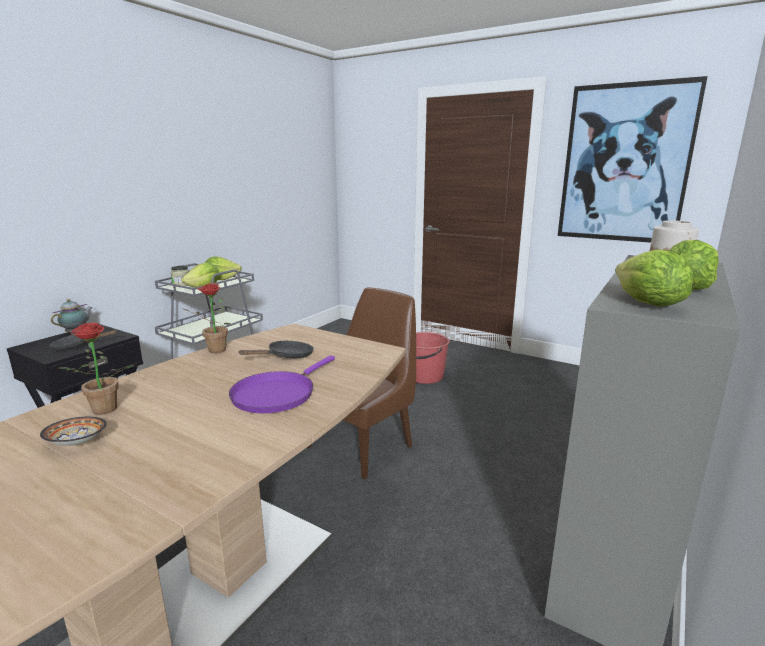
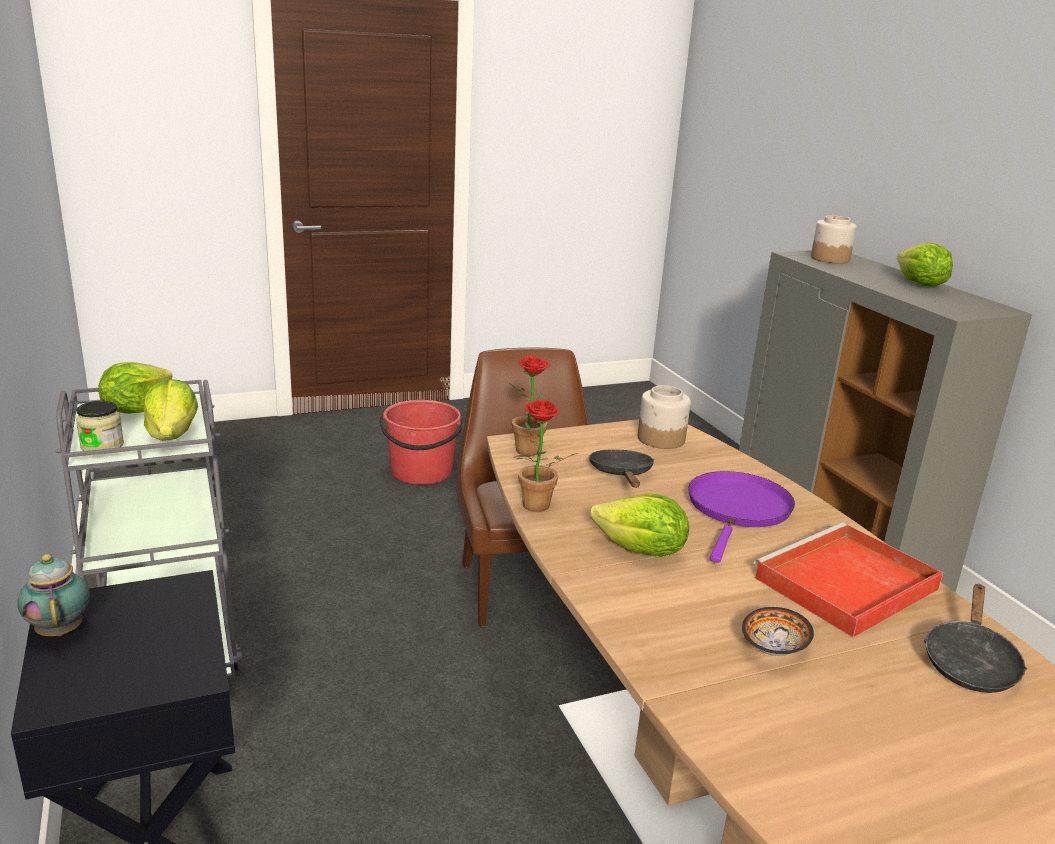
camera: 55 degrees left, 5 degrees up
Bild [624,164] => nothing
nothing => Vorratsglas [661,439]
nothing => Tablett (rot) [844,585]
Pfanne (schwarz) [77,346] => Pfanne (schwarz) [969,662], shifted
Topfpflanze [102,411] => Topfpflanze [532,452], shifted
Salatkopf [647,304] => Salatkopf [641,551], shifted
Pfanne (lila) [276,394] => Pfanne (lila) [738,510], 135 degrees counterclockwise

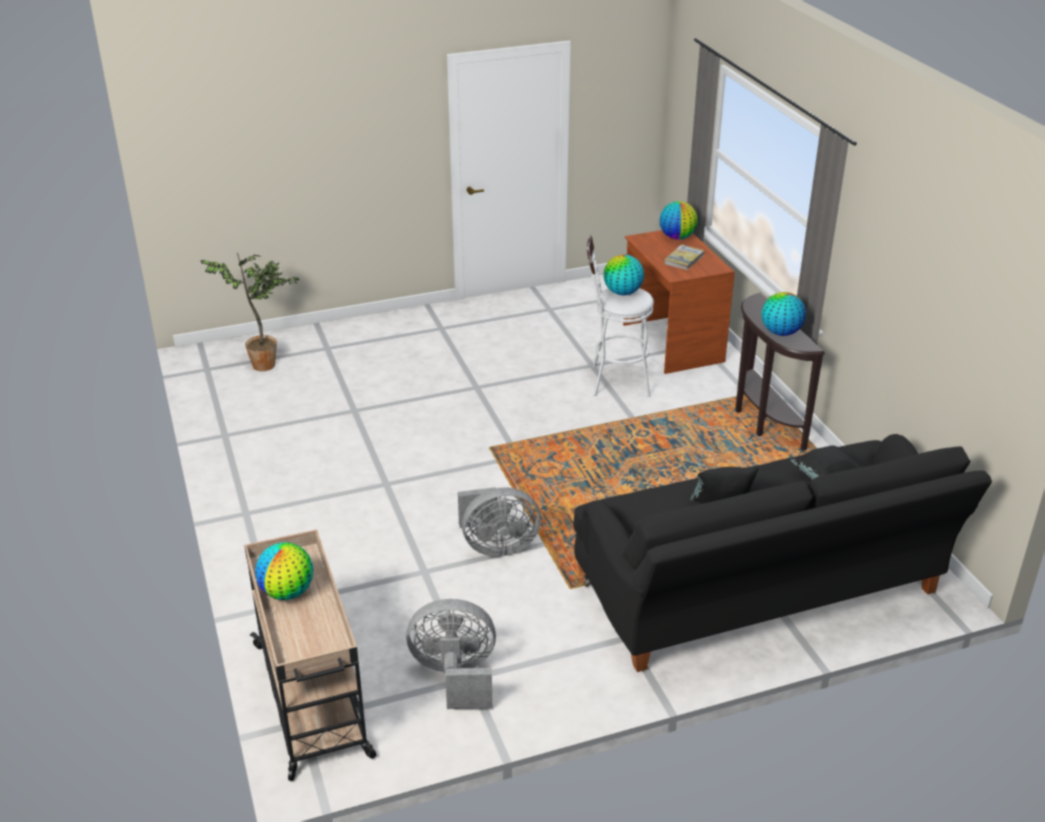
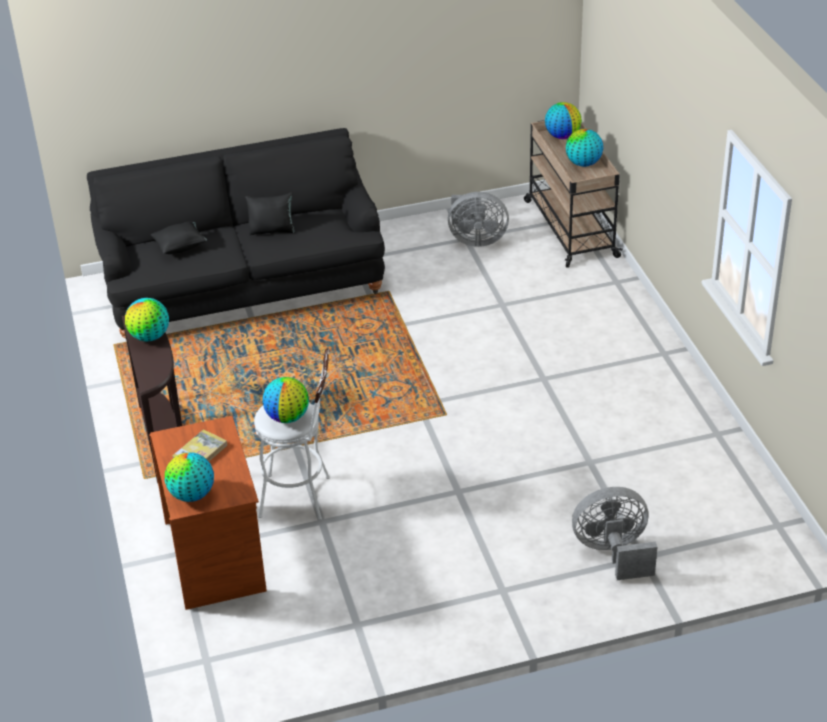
camera: 175 degrees left, 5 degrees up
Topfpflanze [267,364] => nothing
nothing => Globus [562,136]
Ventilator (grau) [497,546] => Ventilator (grau) [613,552], shifted

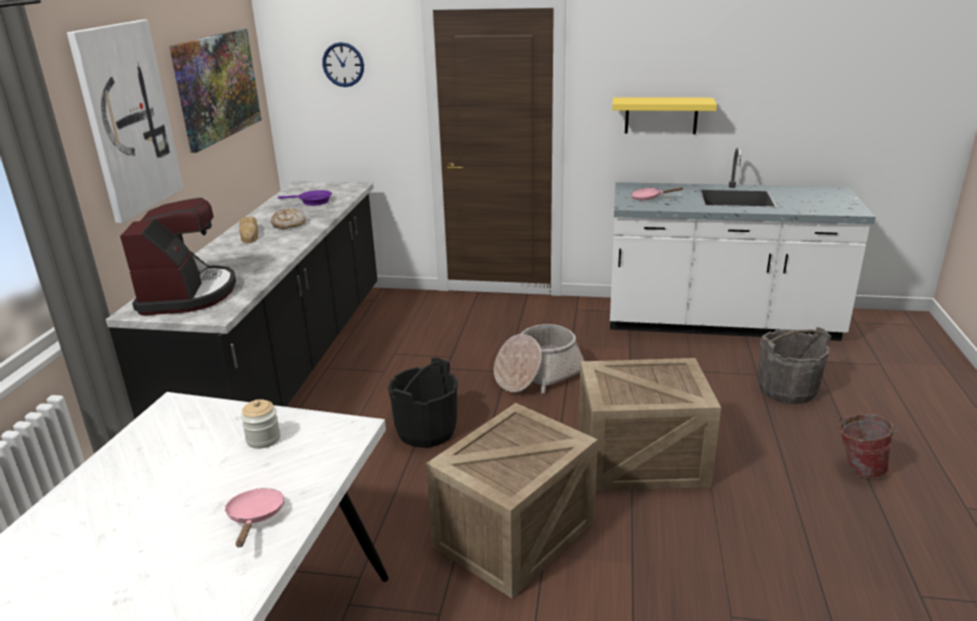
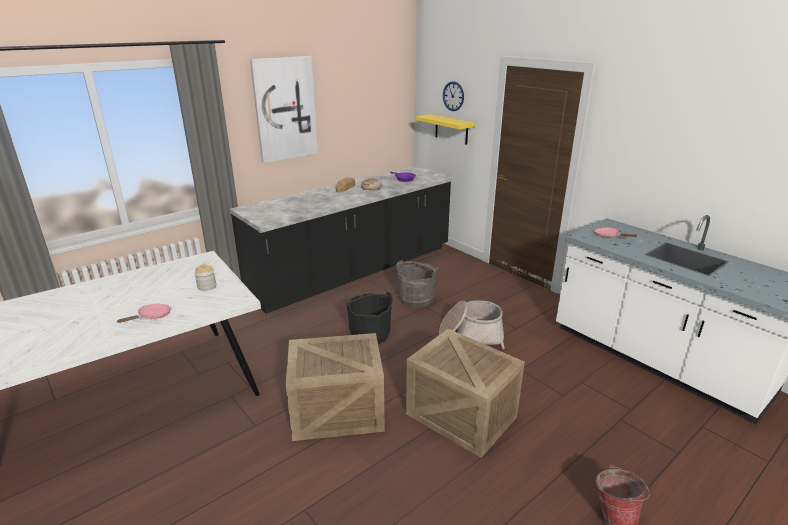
camera: 40 degrees right, 0 degrees up
Kaffeemaschine [188,294] => nothing
Bild [217,87] => nothing
Wandregal (gelb) [661,115] => Wandregal (gelb) [451,129], shifted
Eimer (grau) [787,390] => Eimer (grau) [416,299], shifted

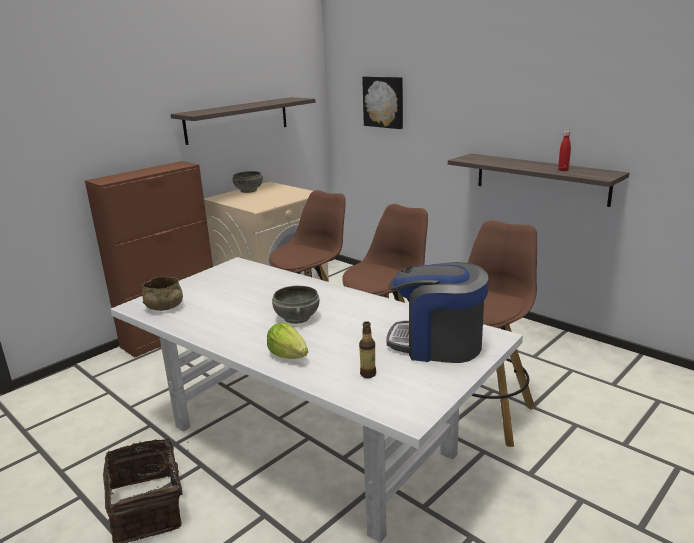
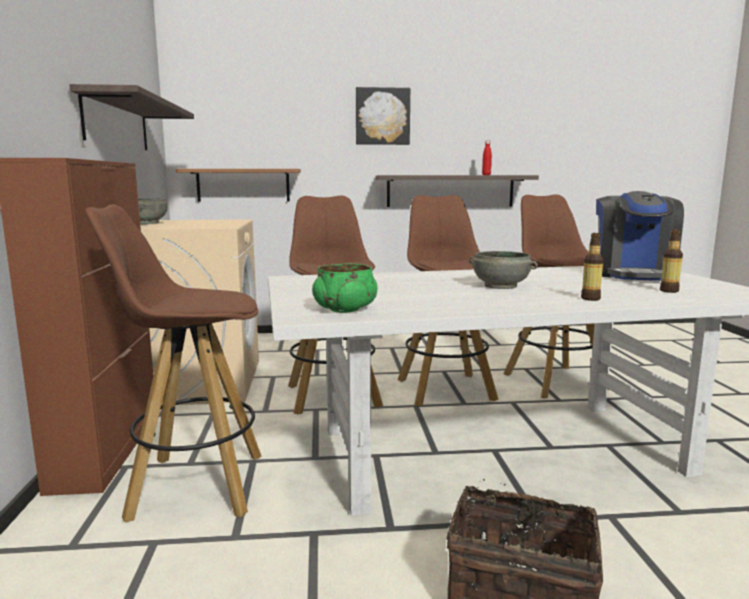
camera: 50 degrees left, 10 degrees down
nothing => Hocker (braun) [195,486]
nothing => Wandregal [243,185]
Bild [384,102] => Bild [382,116], shifted
Salatkopf [288,355] => Flasche [590,299]
Schüssel (beige) [165,307] => Schüssel (grün) [345,309]
Kaffeemaschine [437,344] => Kaffeemaschine [633,274], 45 degrees counterclockwise

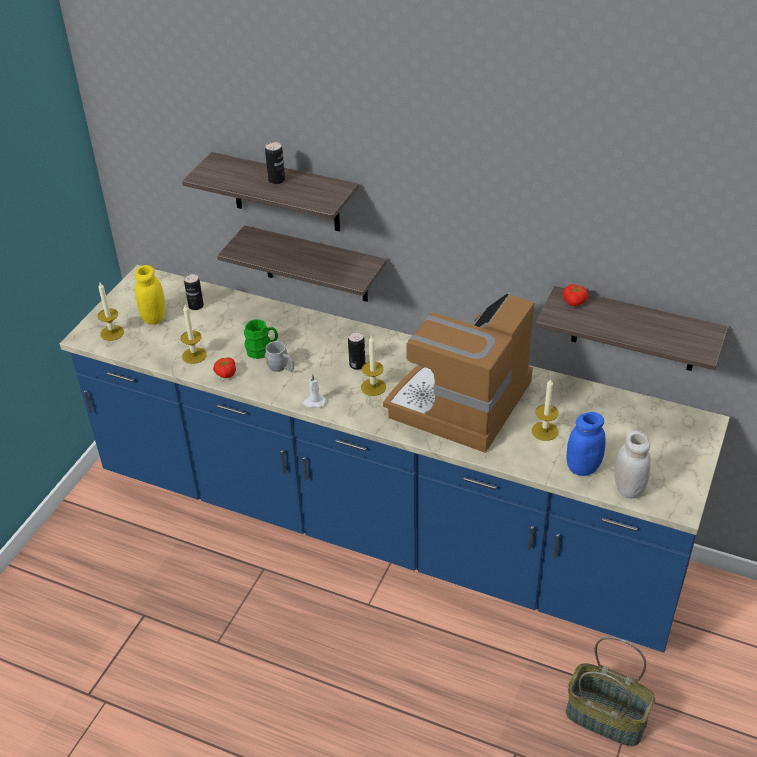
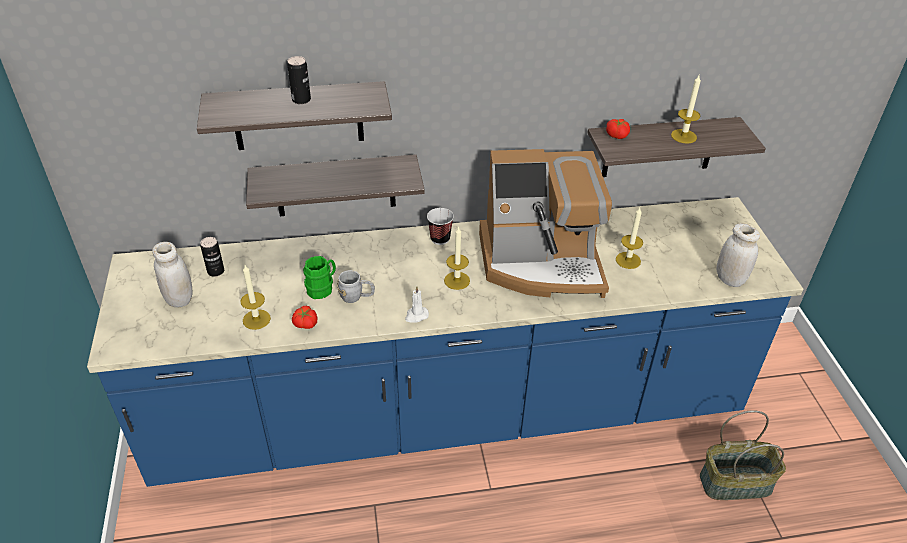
camera: 35 degrees left, 0 degrees up
Dose [357,365] => nothing
Vorratsglas (blau) [582,467] => nothing
nothing => Tasse [440,239]
Kerze [112,333] => Kerze [683,136], shifted
Vorratsglas (gelb) [154,318] => Vorratsglas (weiß) [179,299]
Kaffeemaschine [461,401] => Kaffeemaschine [541,263], 90 degrees counterclockwise

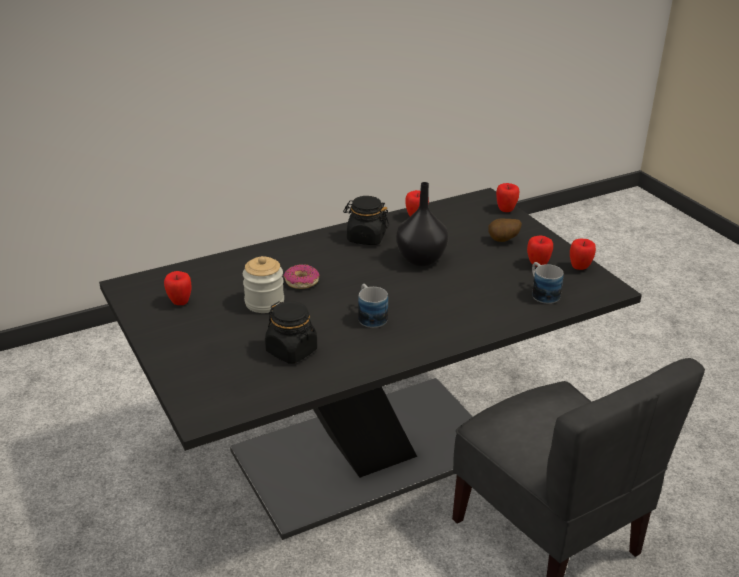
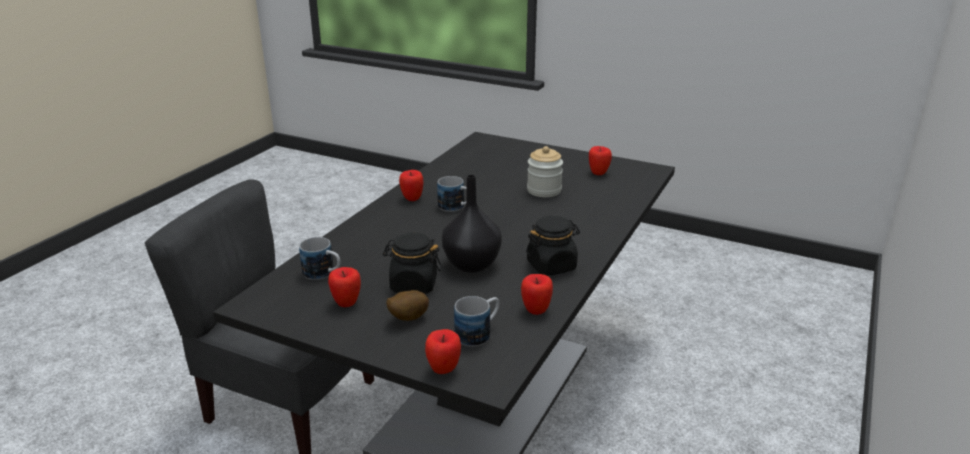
camera: 145 degrees right, 5 degrees down
Donut [301,282] => nothing
nothing => Henkelbecher [478,333]
Vorratsglas (schwarz) [292,351] => Vorratsglas (schwarz) [413,284], shifted
Apfel [579,268] => Apfel [412,198], shifted

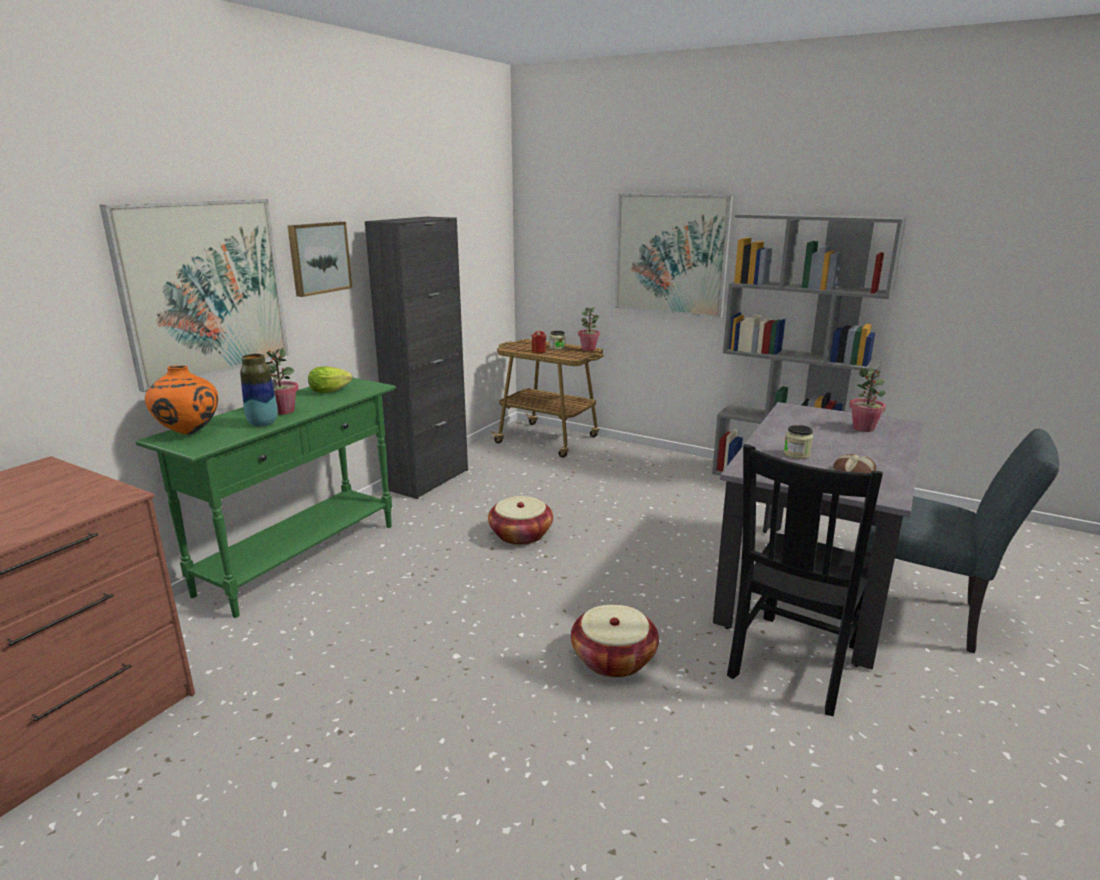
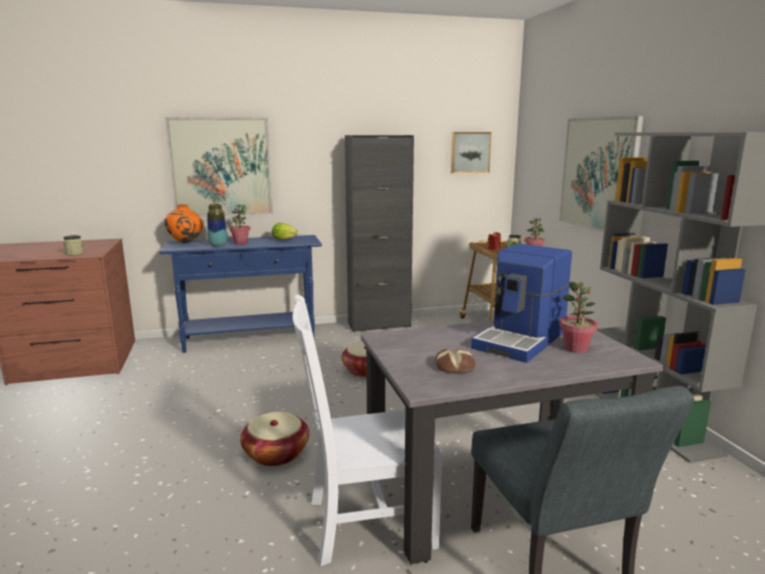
camera: 45 degrees right, 5 degrees down
nothing => Kaffeemaschine [521,340]
Bild [318,258] => Bild [470,152], shifted
Vorratsglas [797,454] => Vorratsglas [74,253], shifted
Konsolentisch (grün) [301,558] => Konsolentisch (blau) [250,339]
Stuhl (schwarz) [793,664] => Stuhl (weiß) [366,523]

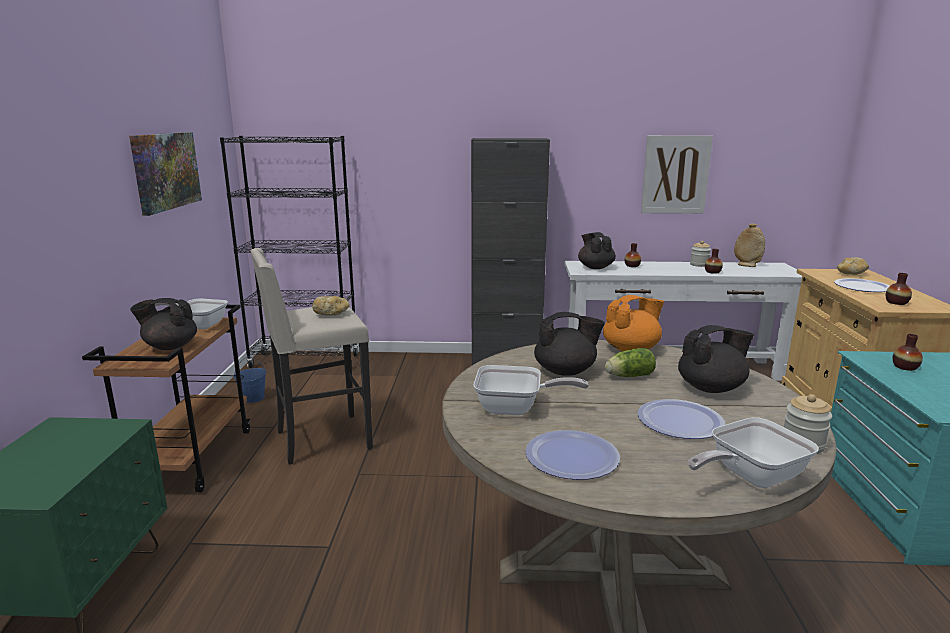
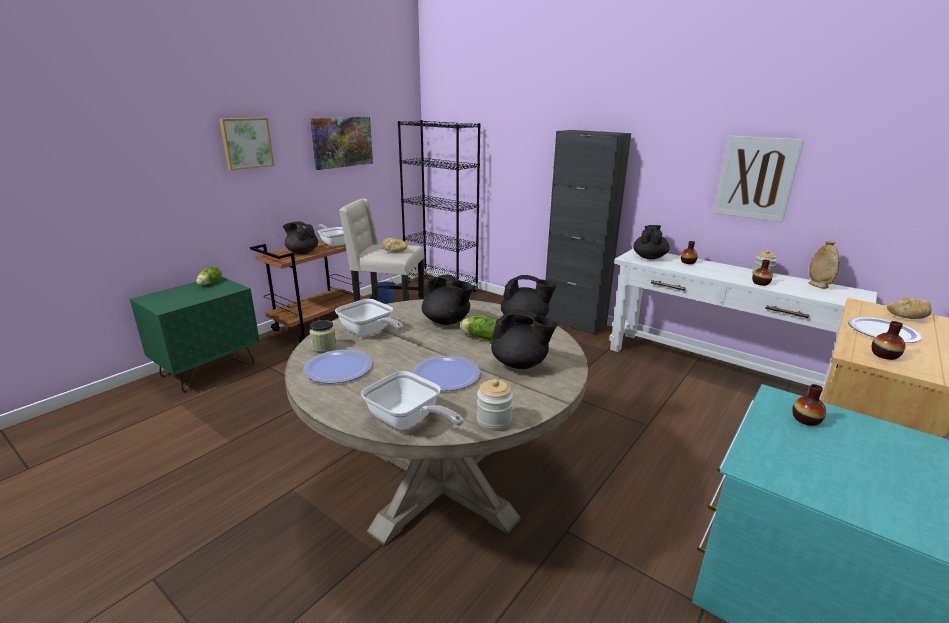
camera: 35 degrees right, 5 degrees up
nothing => Salatkopf [209,284]
nothing => Bild [246,143]
nothing => Vorratsglas [324,347]
Teekanne (orange) [631,349] => Teekanne (schwarz) [525,321]
Pfanne [749,477] => Pfanne [408,421], 150 degrees counterclockwise

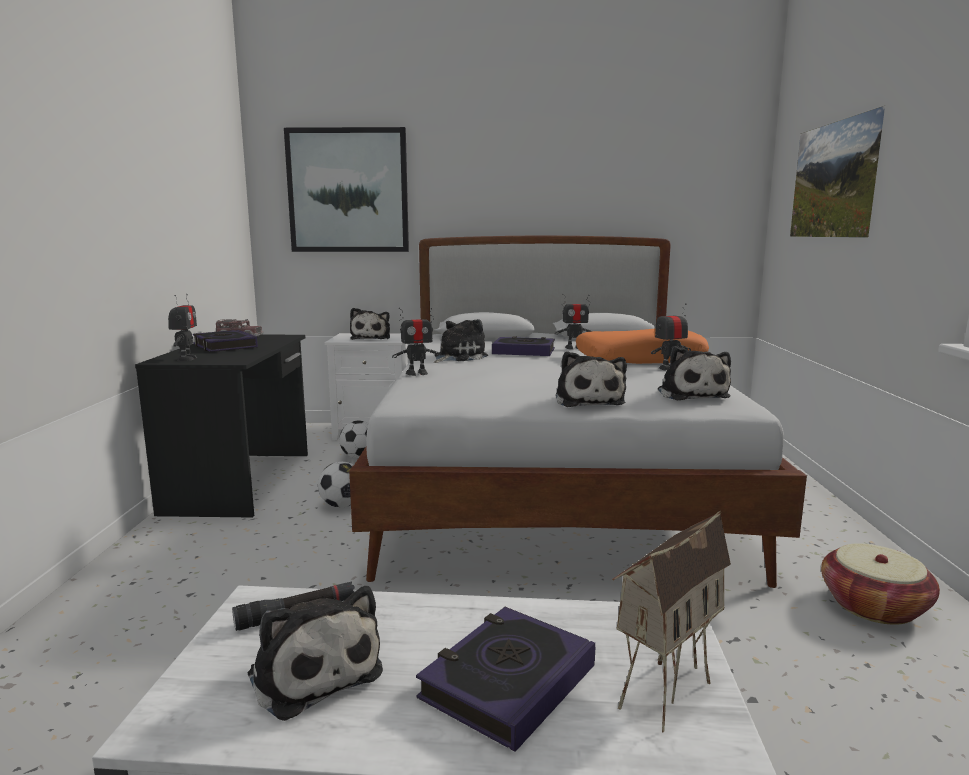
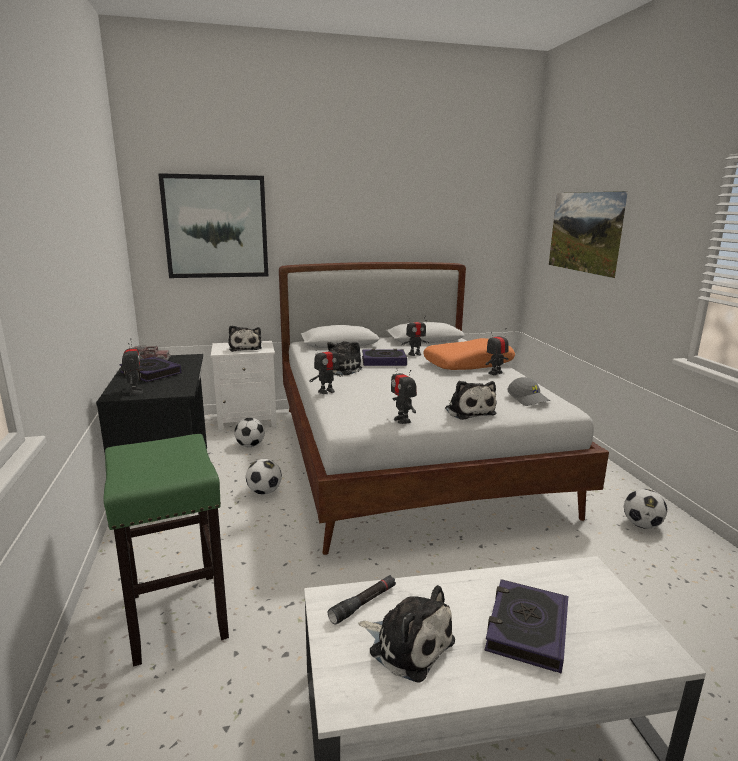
camera: 15 degrees left, 5 degrees up
Spielzeughaus [662,686] => nothing
nothing => Hocker (grün) [176,614]
nothing => Spielzeugroboter [402,420]
Plüschtier [691,394] => Kappe (grau) [528,399]
Korb [873,606] => Fußball [641,525]

